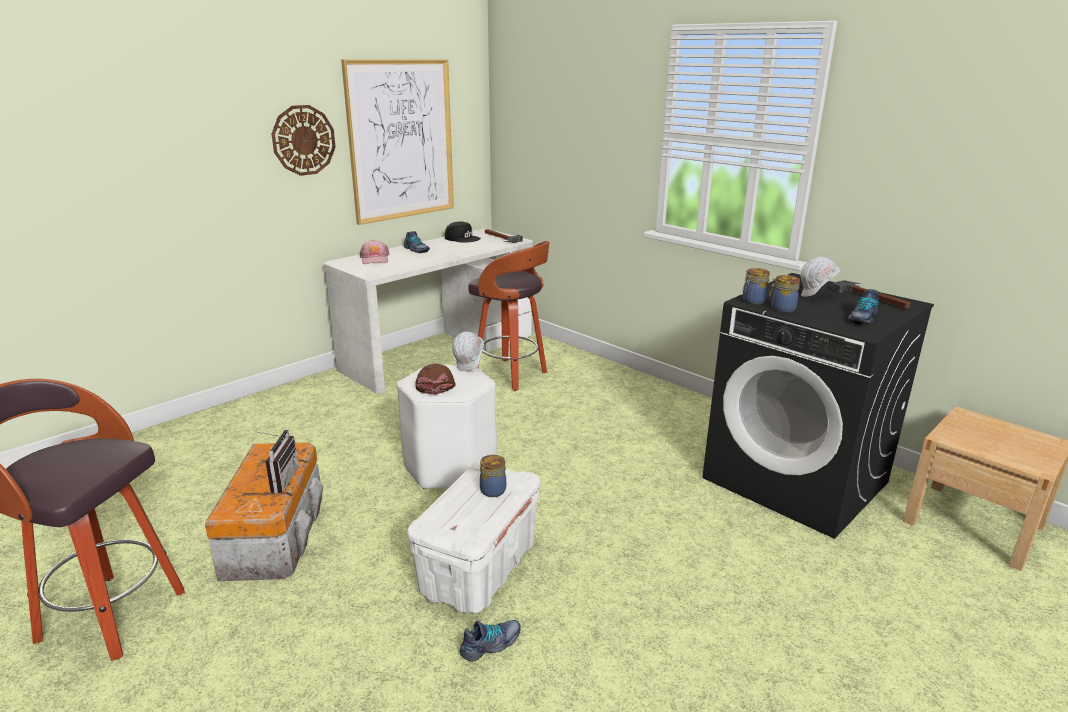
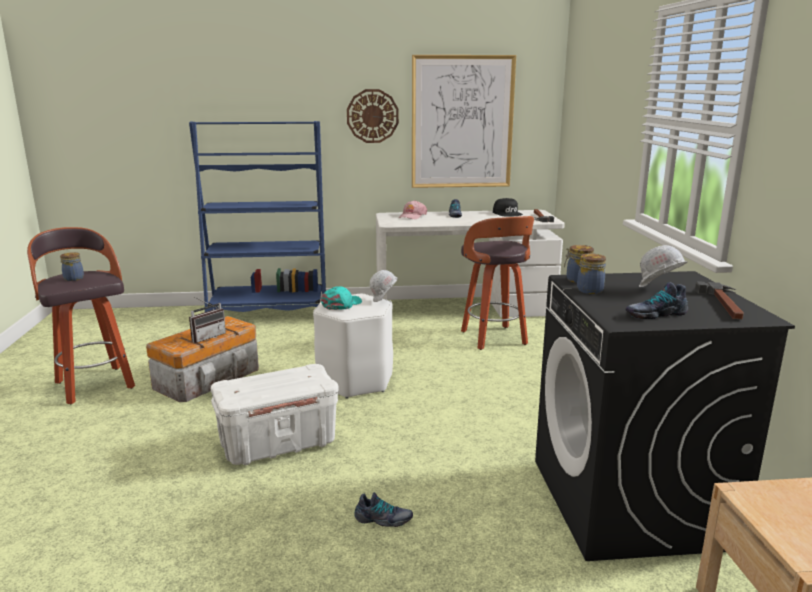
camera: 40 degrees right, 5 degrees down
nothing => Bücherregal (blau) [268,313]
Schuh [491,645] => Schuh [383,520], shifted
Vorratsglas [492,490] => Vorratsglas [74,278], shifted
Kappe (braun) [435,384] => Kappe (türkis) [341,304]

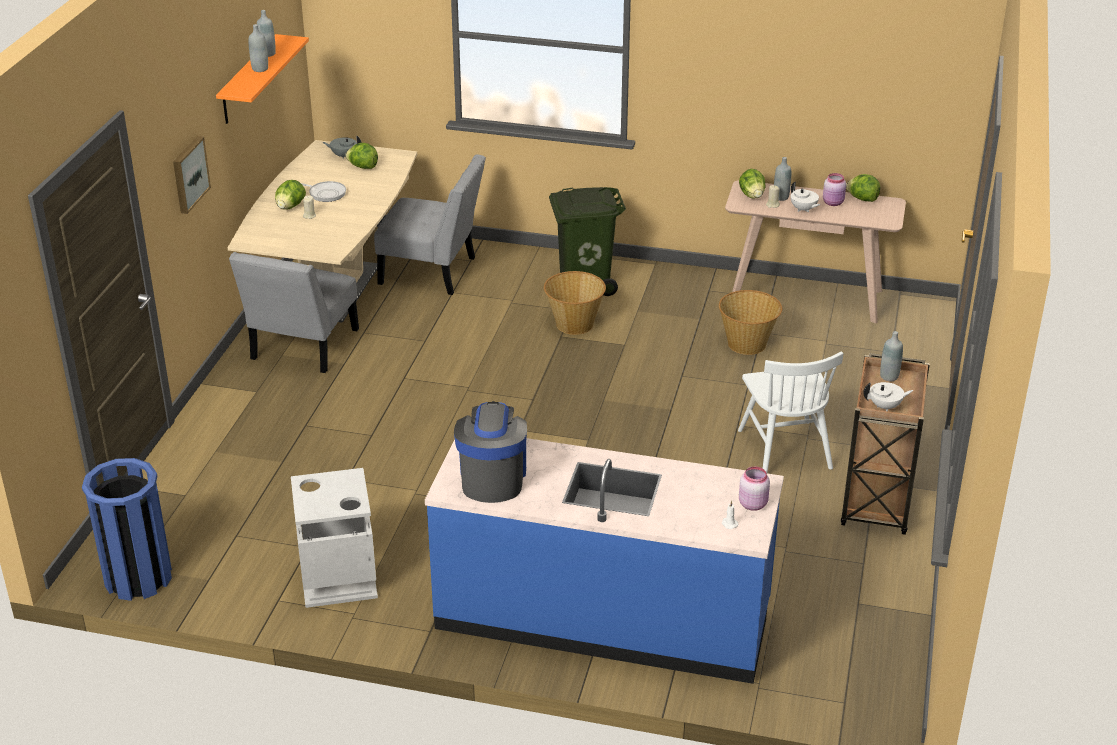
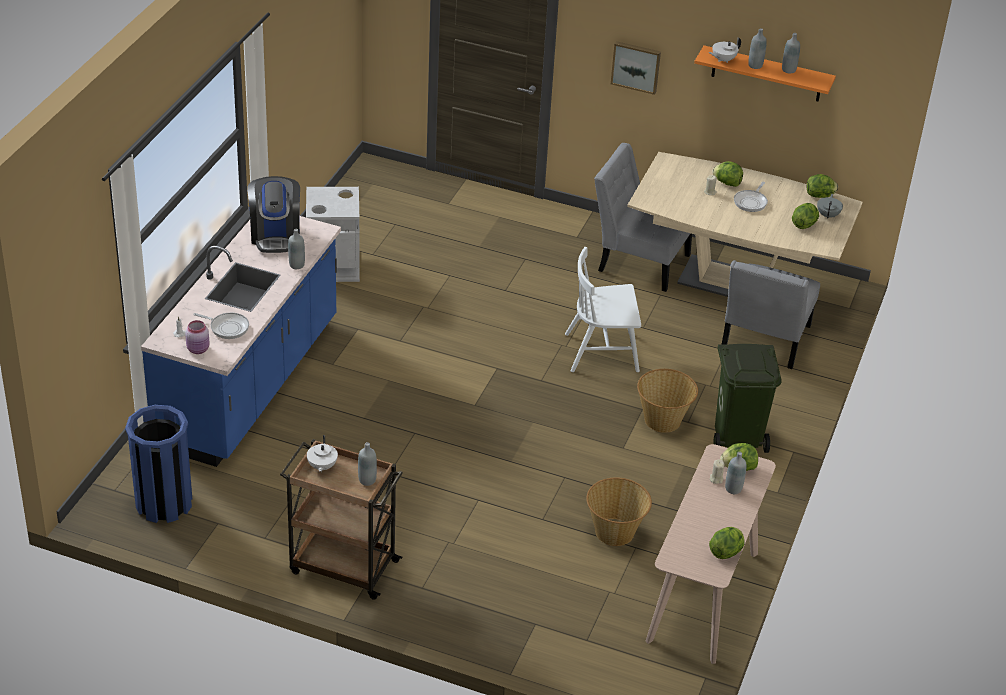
camera: 95 degrees right, 5 degrees up
Vorratsglas (rosa) [833,203] => nothing
nothing => Pfanne [227,327]
nothing => Flasche (grau) [297,265]
nothing => Salatkopf [820,196]
Mülleimer (blau) [138,578] => Mülleimer (blau) [164,503], shifted
Stuhl (weiß) [784,449] => Stuhl (weiß) [602,352], shifted
Teekanne (weiß) [803,209] => Teekanne (weiß) [723,60], shifted
Kaffeemaschine [492,477] => Kaffeemaschine [275,235], 75 degrees clockwise

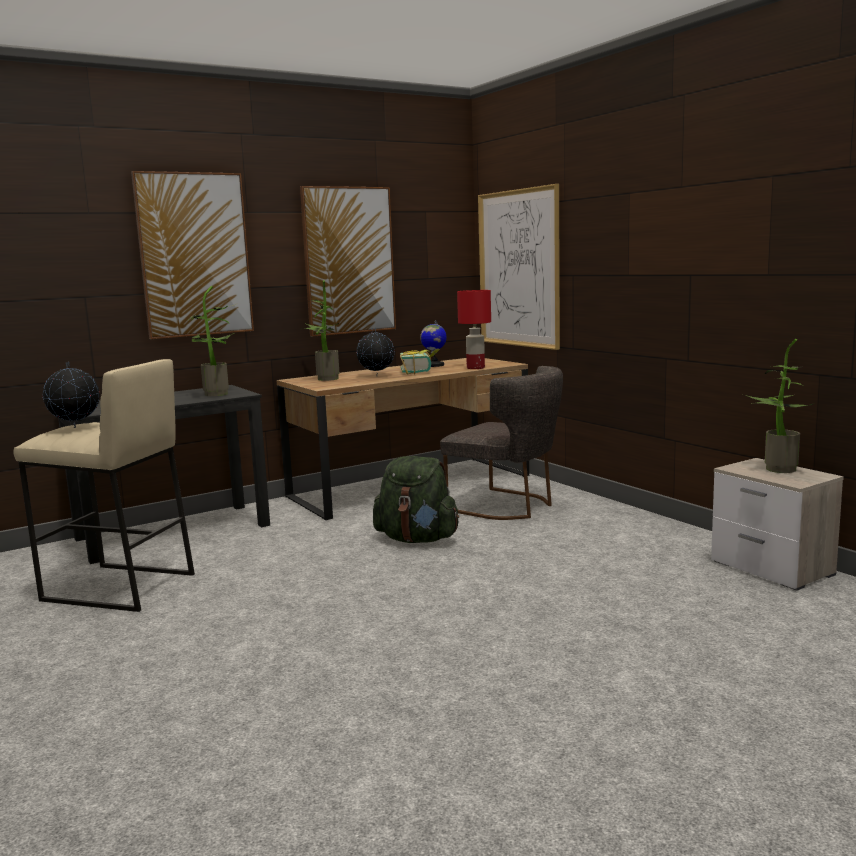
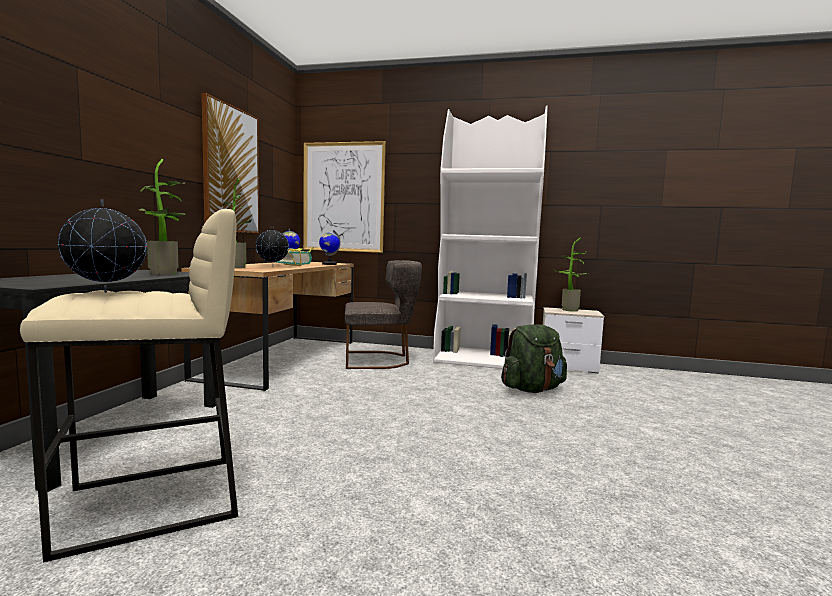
camera: 45 degrees left, 5 degrees down
Bild [194,255] => nothing
nothing => Bücherregal (weiß) [484,360]
Rucksack (grün) [417,539] => Rucksack (grün) [532,389], shifted
Tischlampe (rot) [475,368] => Globus [329,264]

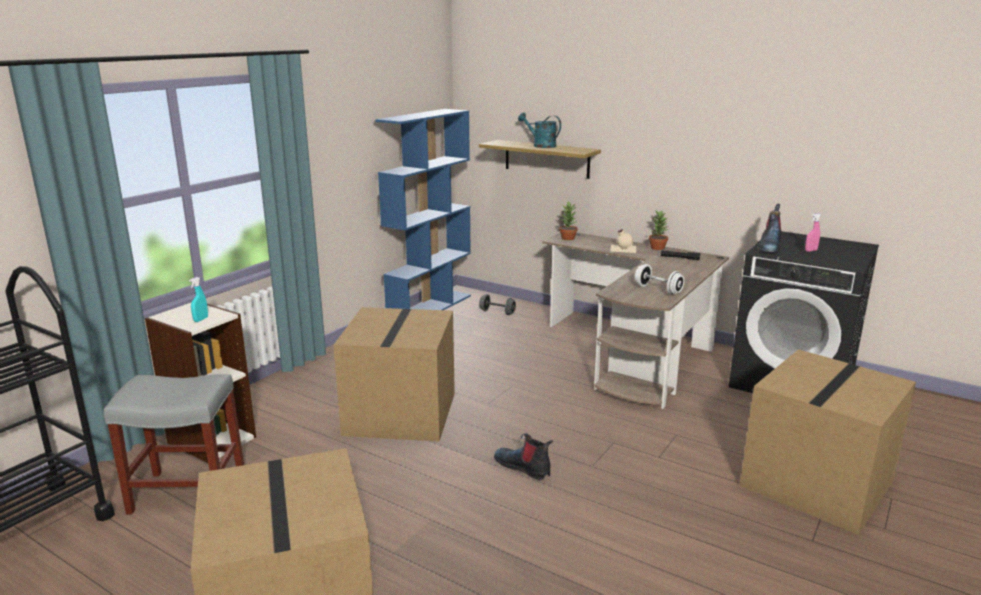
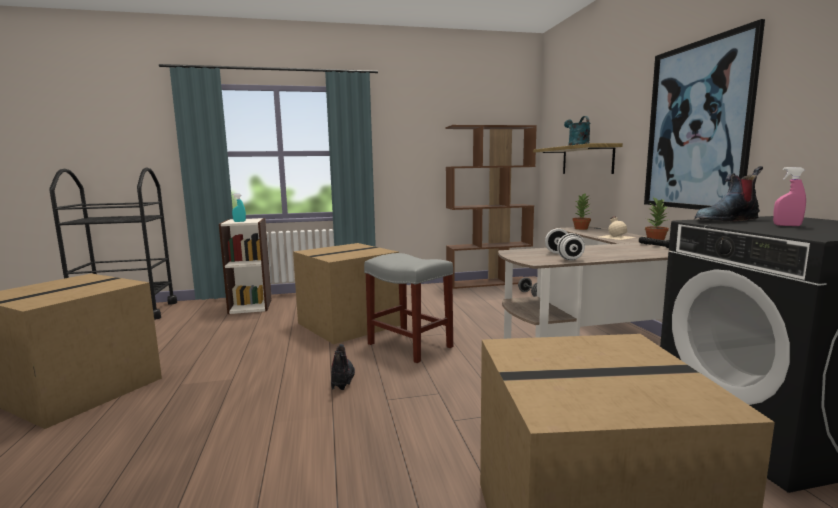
camera: 45 degrees right, 10 degrees down
nothing => Bild [696,126]
Hocker (grau) [186,492] => Hocker (grau) [408,345], shifted
Bücherregal (blau) [430,308] => Bücherregal (braun) [489,283]

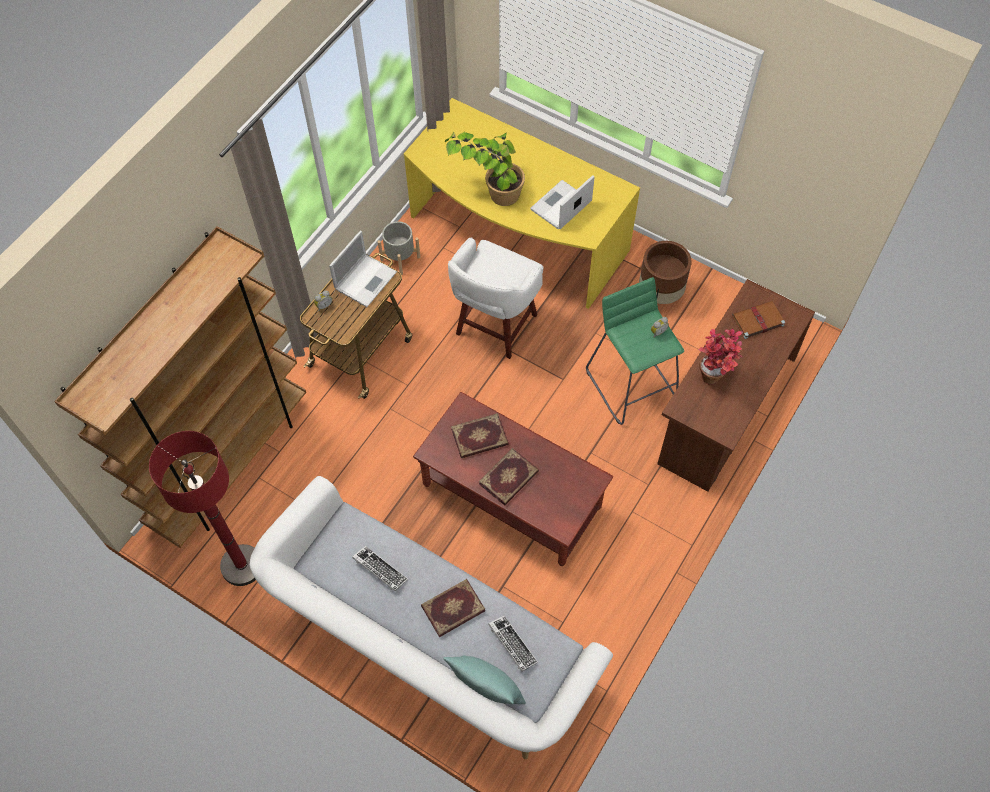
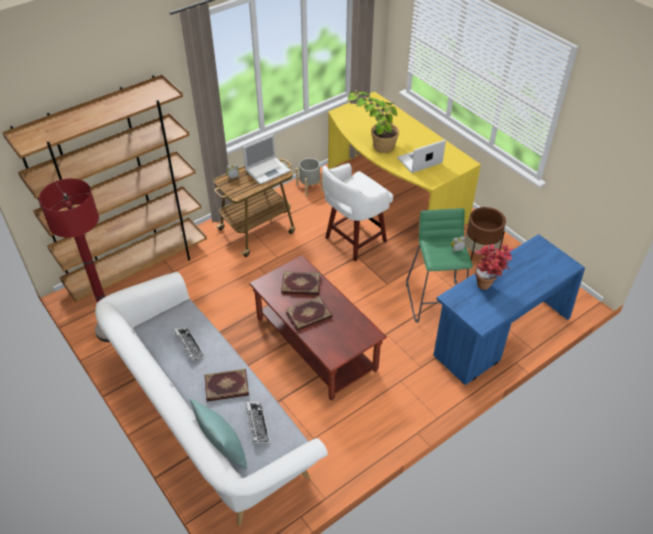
camera: 20 degrees right, 15 degrees down
Buch (braun) [757,321] => nothing
Schreibtisch (braun) [724,410] => Schreibtisch (blau) [500,336]

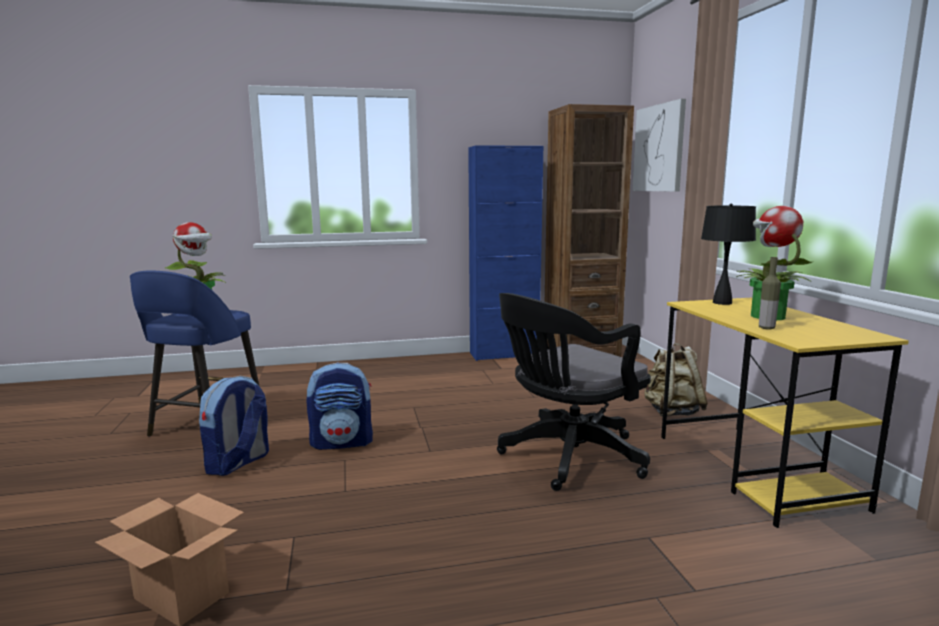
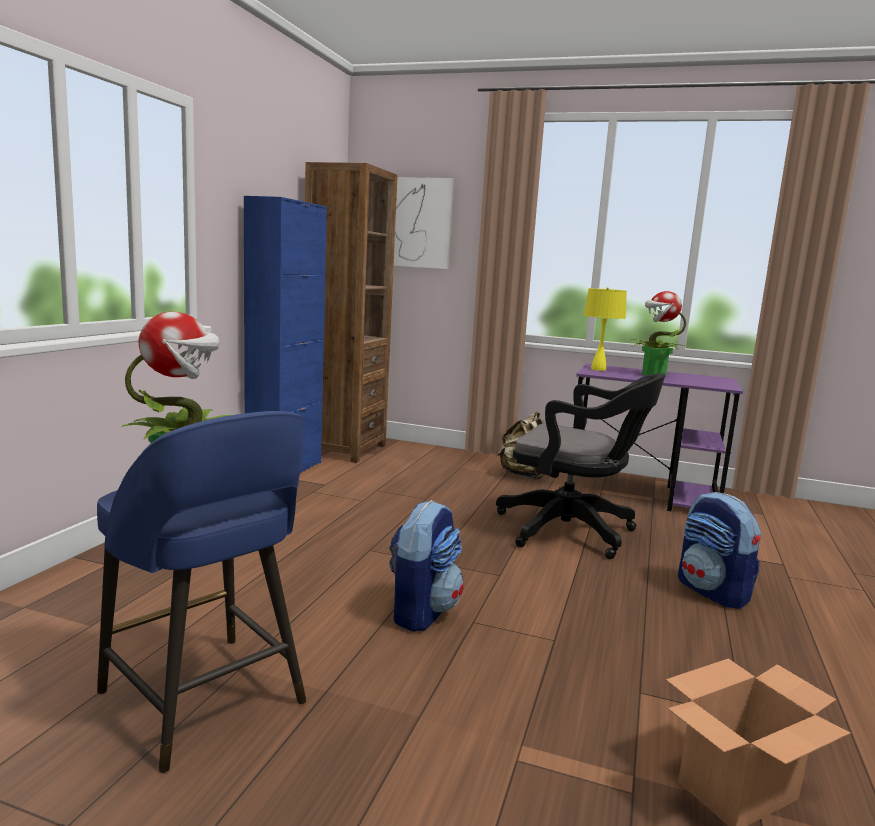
camera: 60 degrees left, 0 degrees up
Flasche [766,328] => nothing
Rucksack [238,463] => Rucksack [713,592], shifted
Schreibtisch (gelb) [755,471] => Schreibtisch (lila) [643,494]
Tischlampe (schwarz) [722,303] => Tischlampe (gelb) [598,369]
Bürostuhl (schwarz) [567,458] => Bürostuhl (schwarz) [572,532], 60 degrees counterclockwise

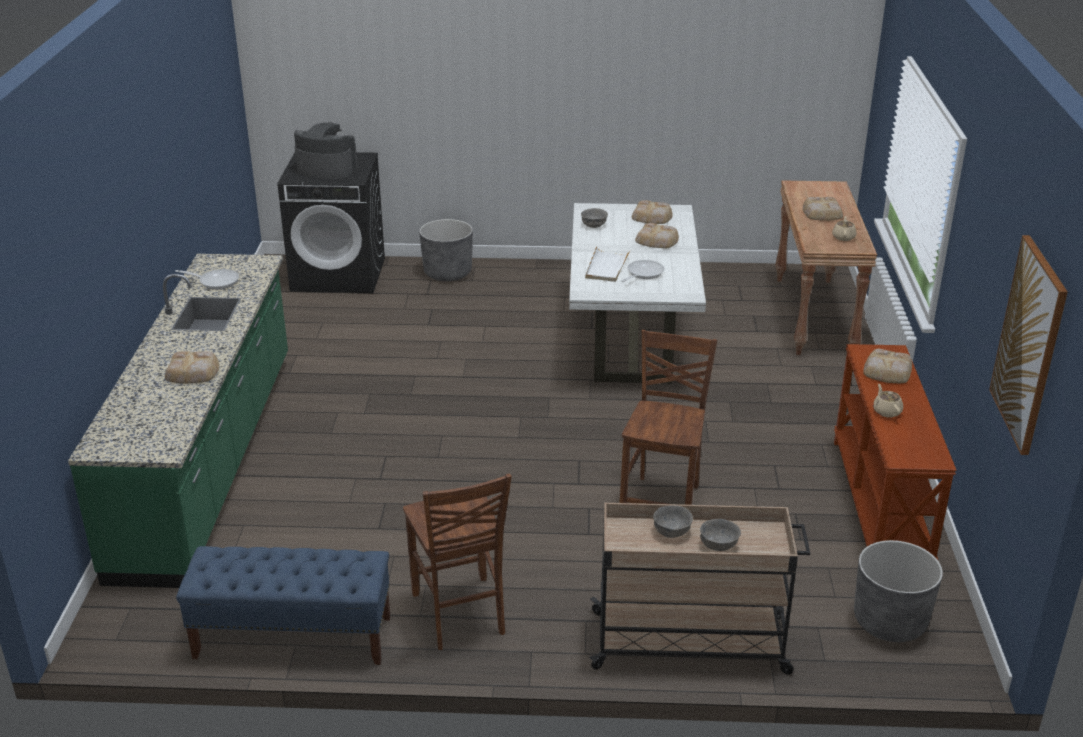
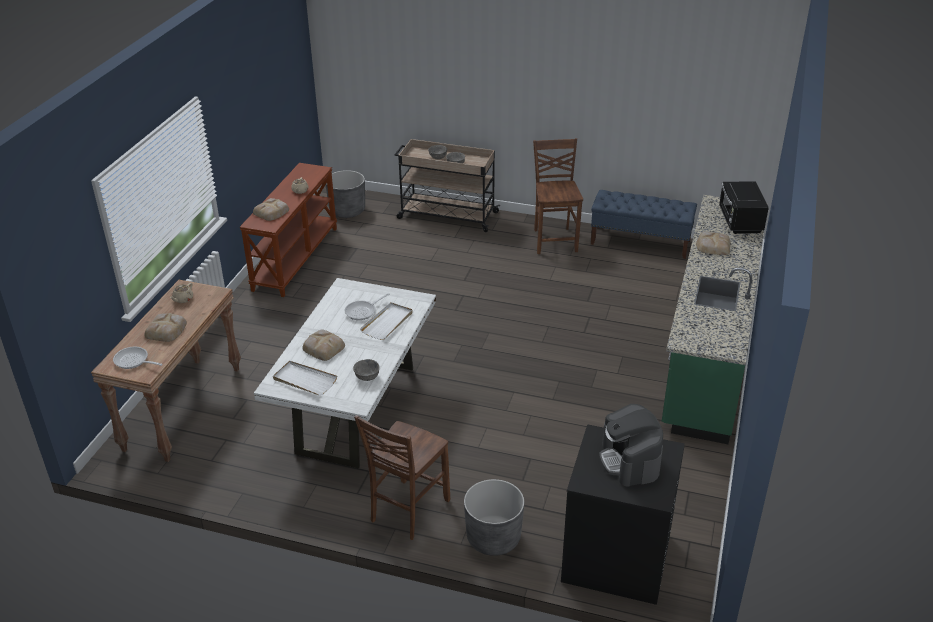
camera: 165 degrees left, 5 degrees up
Bild [1029,344] => nothing
nothing => Mikrowelle (schwarz) [739,222]
Pfanne [216,281] => Pfanne [134,361], shifted
Stuhl (braun) [662,503] => Stuhl (braun) [407,511], shifted
Brot [652,216] => Tablett (weiß) [304,380]
Kaffeemaschine [326,169] => Kaffeemaschine [630,461], 45 degrees clockwise

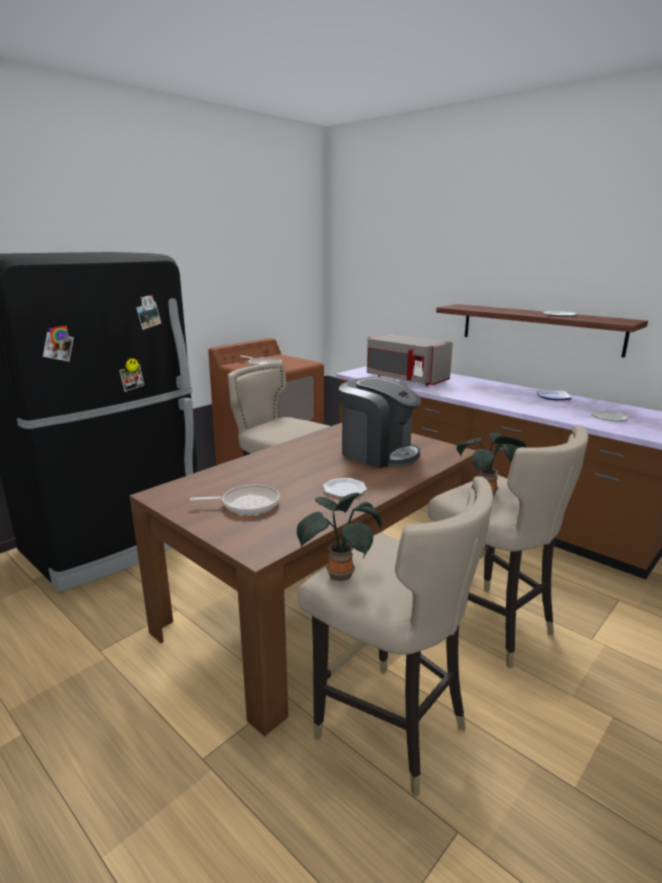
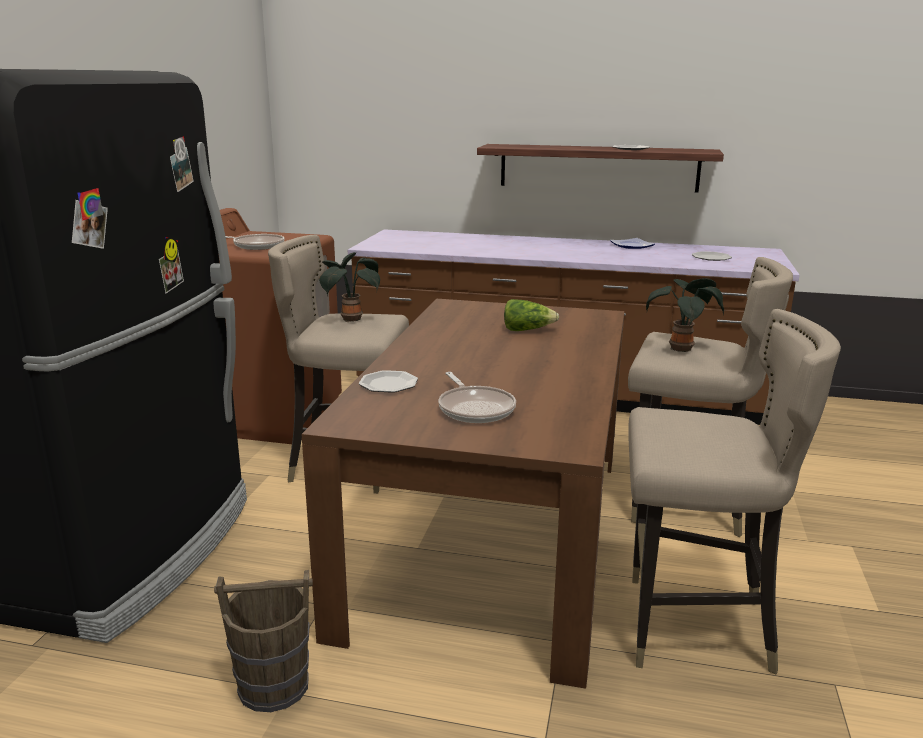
camera: 30 degrees left, 0 degrees up
Mikrowelle (grau) [404,379] => nothing
nothing => Eimer (braun) [272,686]
Topfpflanze [340,573] => Topfpflanze [350,319], shifted
Teller [344,489] => Teller [388,384], shifted
Kaffeemaschine [378,453] => Salatkopf [527,330]
Pfanne [247,504] => Pfanne [475,408], 105 degrees clockwise

